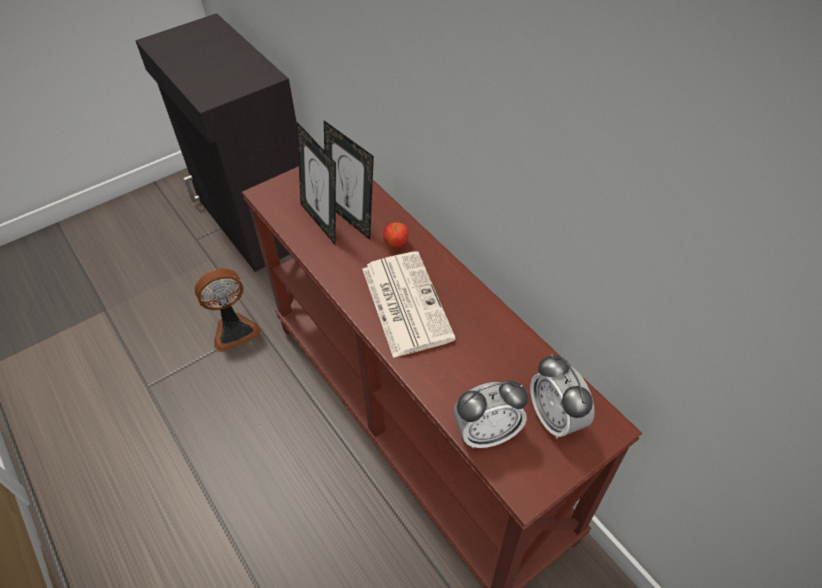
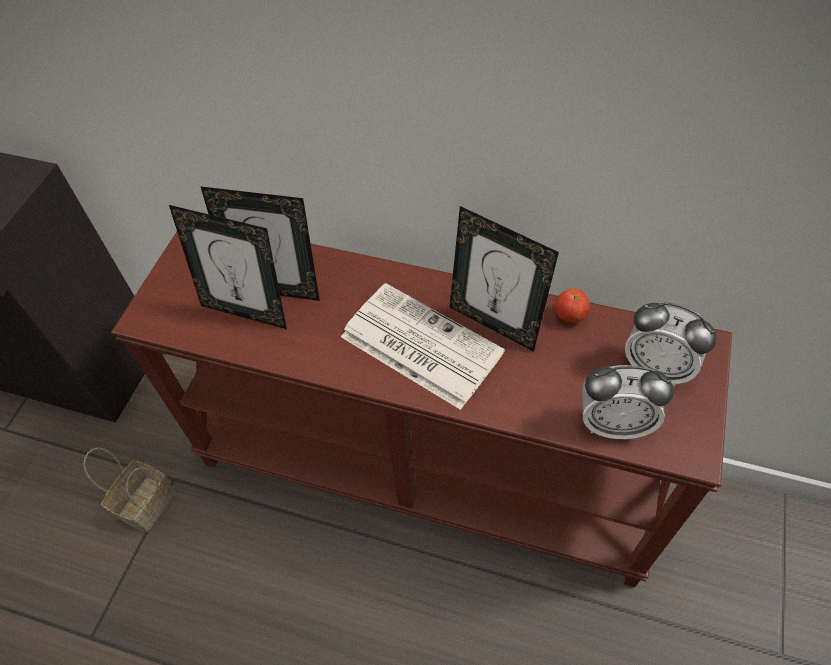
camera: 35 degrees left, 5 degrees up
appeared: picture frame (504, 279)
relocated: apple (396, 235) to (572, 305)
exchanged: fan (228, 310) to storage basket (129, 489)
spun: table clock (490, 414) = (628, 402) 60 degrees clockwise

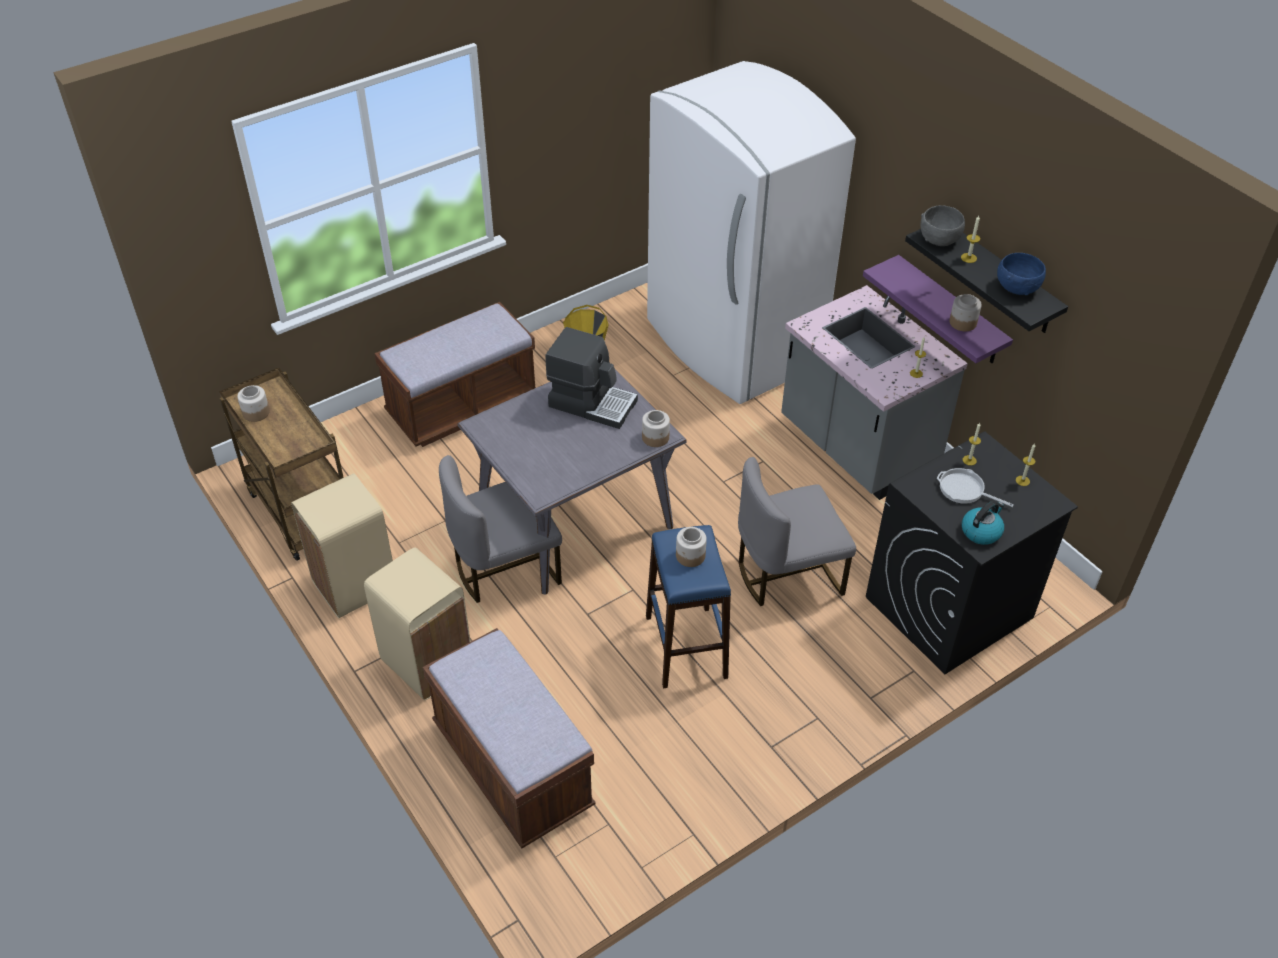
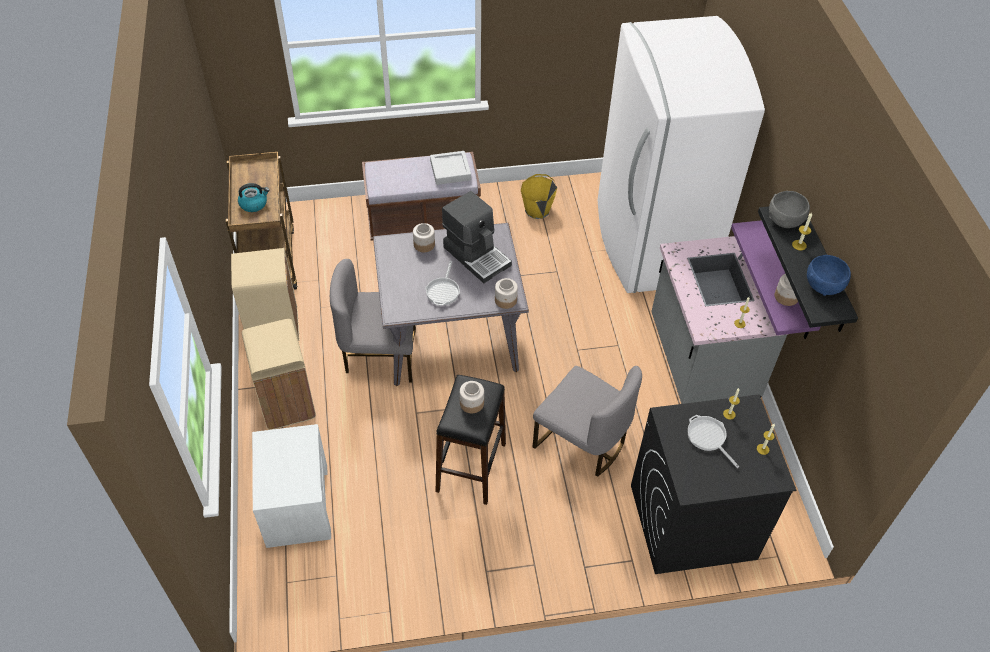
camera: 25 degrees right, 5 degrees up
appeared: frying pan (442, 283); carrying tray in gray (450, 168)
relocated: kettle (983, 523) to (253, 197); jar (253, 403) to (424, 237)
exchanged: long seat in brown (509, 738) to bedside table in white-coloured (291, 486)
colour: stool in blue-coloured (688, 606) to stool in black (471, 440)
spun: chair in gray (797, 531) = (587, 421) 150 degrees counterclockwise

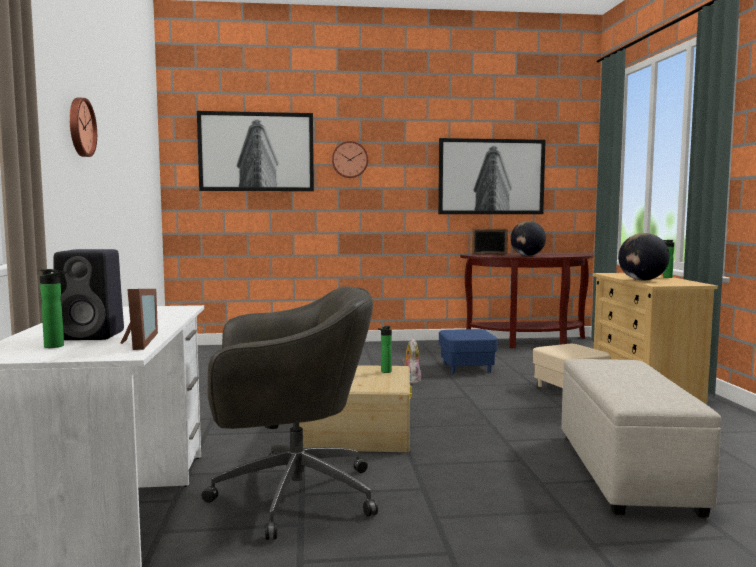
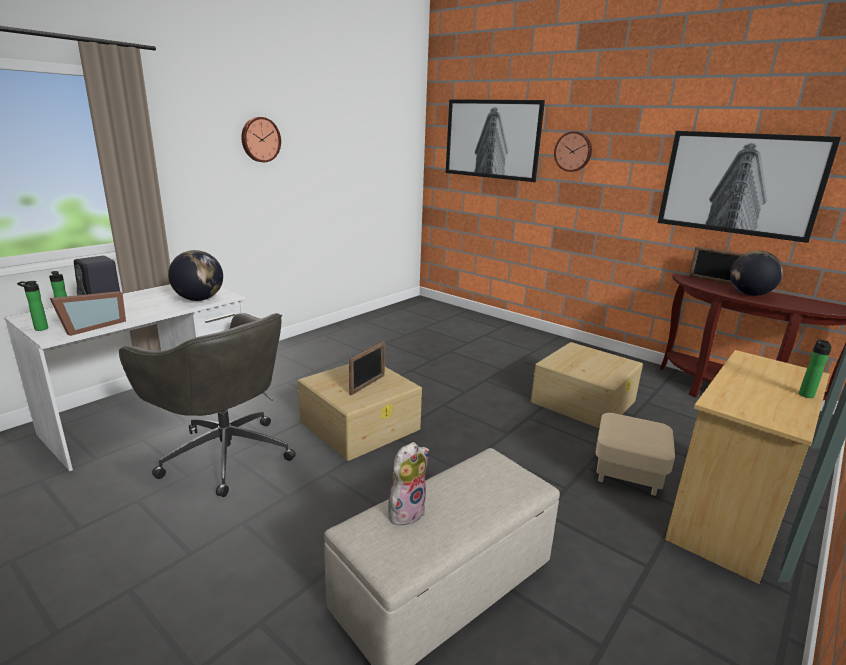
camera: 45 degrees right, 15 degrees up
appeared: picture frame (367, 368)
relocated: beverage bottle (385, 349) to (32, 306); desk globe (644, 257) to (195, 275); soft toy (412, 361) to (408, 483)
exchanged: ottoman in blue-coloured (468, 351) to storage container in beige-coloured (587, 385)

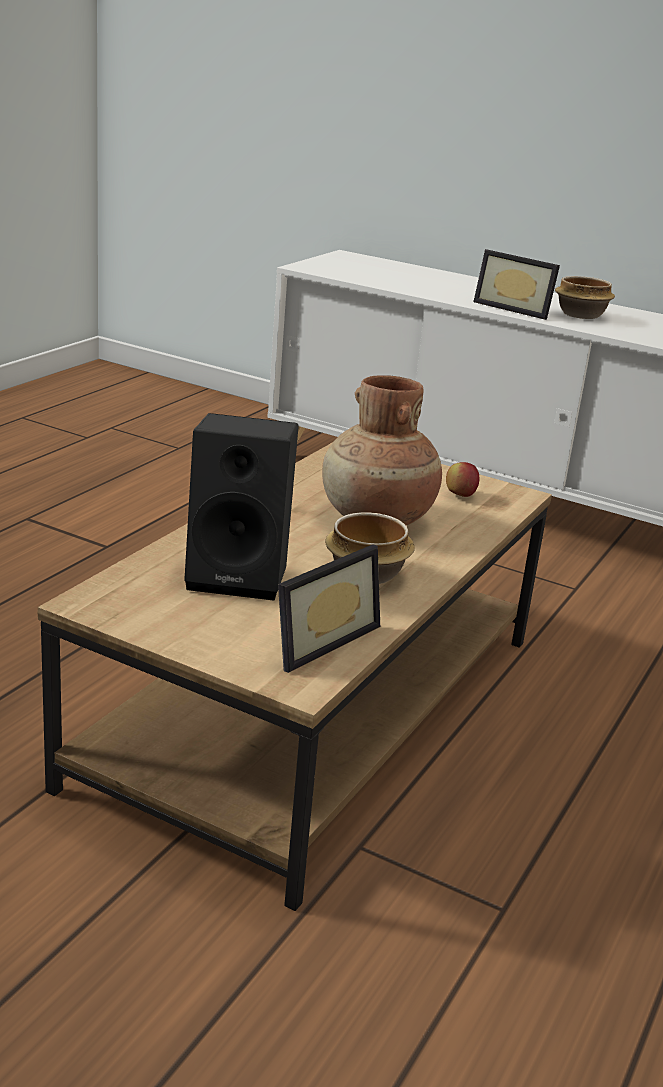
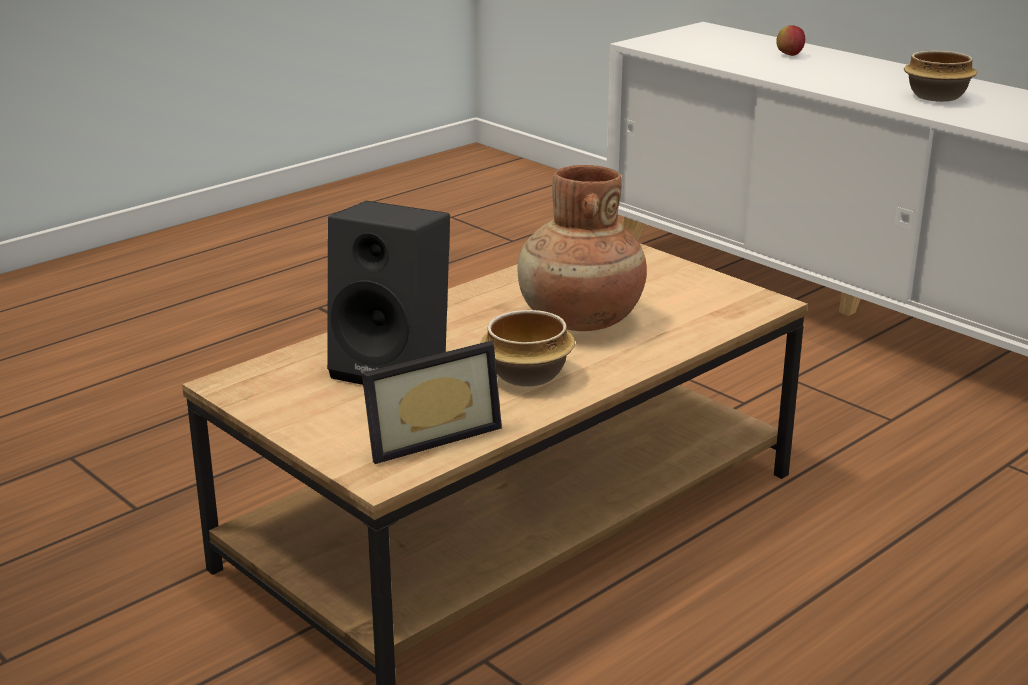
camera: 20 degrees right, 0 degrees up
missing: picture frame (516, 284)
relocated: apple (463, 479) to (790, 40)

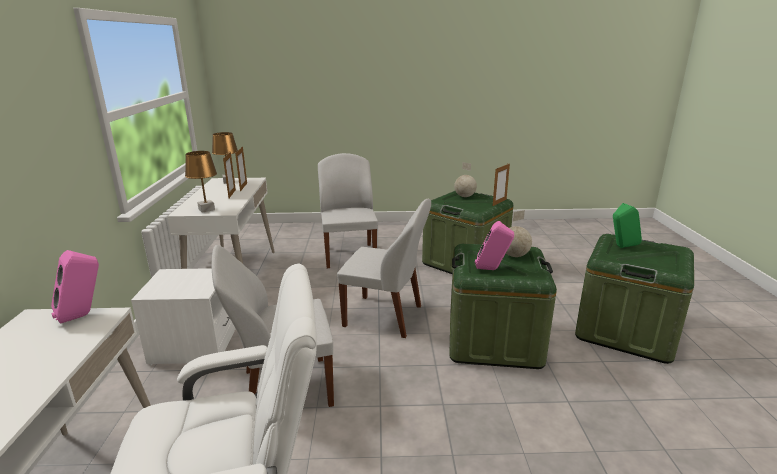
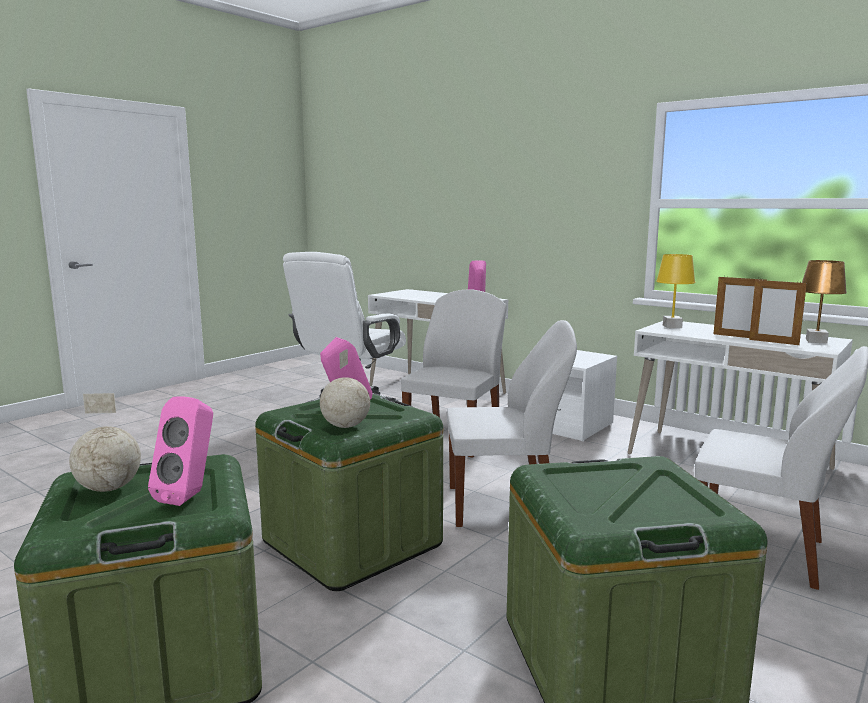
camera: 130 degrees right, 10 degrees down
missing: picture frame (501, 185)
relocated: desk globe (465, 179) to (105, 442)
colour: loudspeaker in green-coloured (627, 225) to loudspeaker in pink (180, 451); tabletop lamp in brown (201, 182) to tabletop lamp in yellow-coloured (676, 291)
spun: chair in white-coloured (384, 268) = (512, 423) 150 degrees counterclockwise

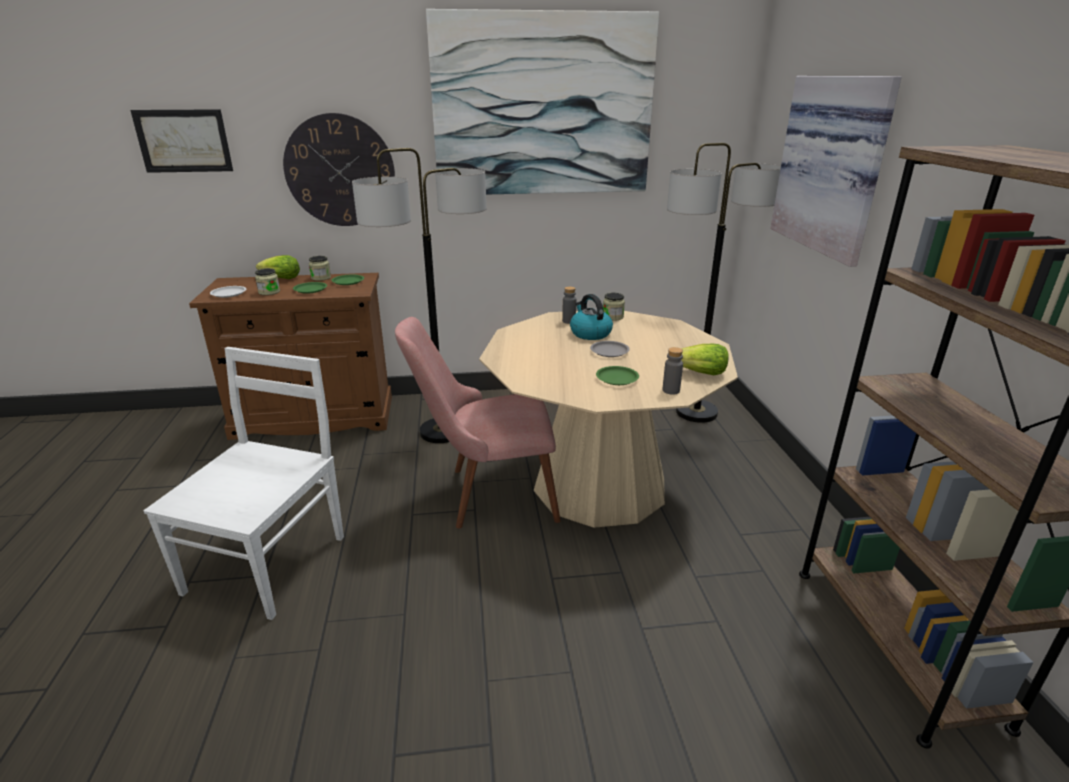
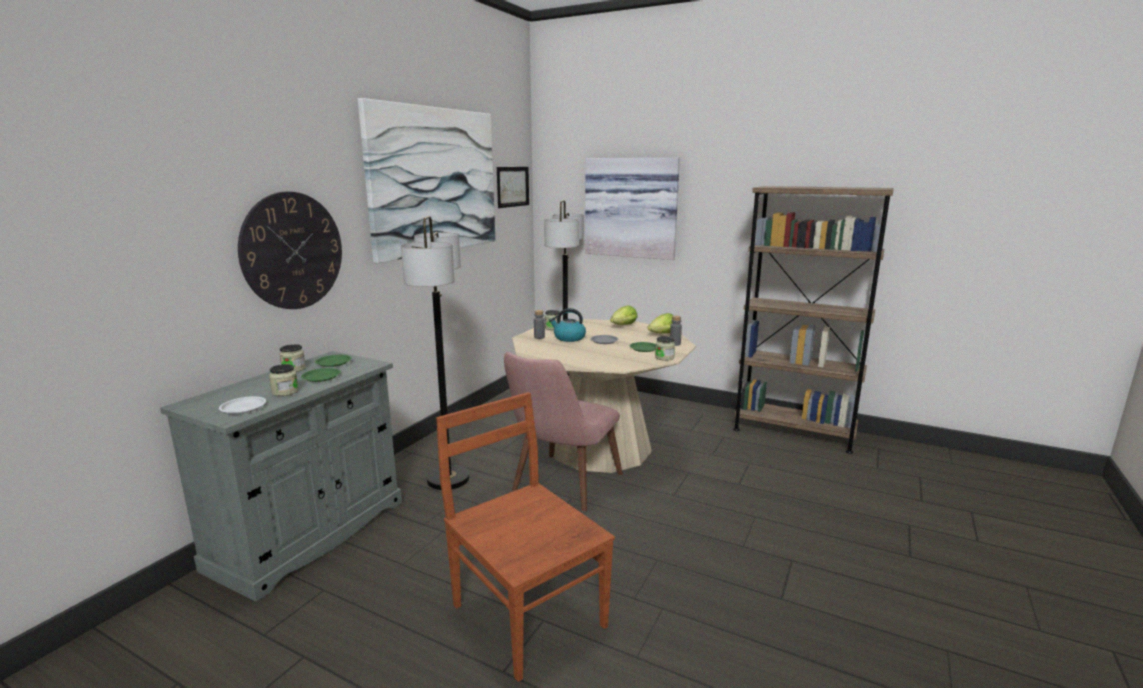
camera: 55 degrees left, 10 degrees down
appeared: jar (665, 348)
relocated: picture (181, 141) to (513, 187); lettuce (278, 267) to (624, 315)
colour: cupboard in brown (290, 356) to cupboard in gray (281, 476); chair in white-coloured (243, 483) to chair in brown (525, 537)

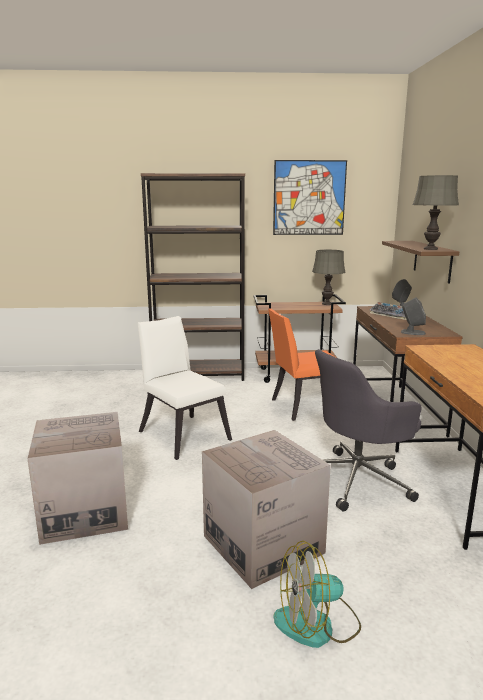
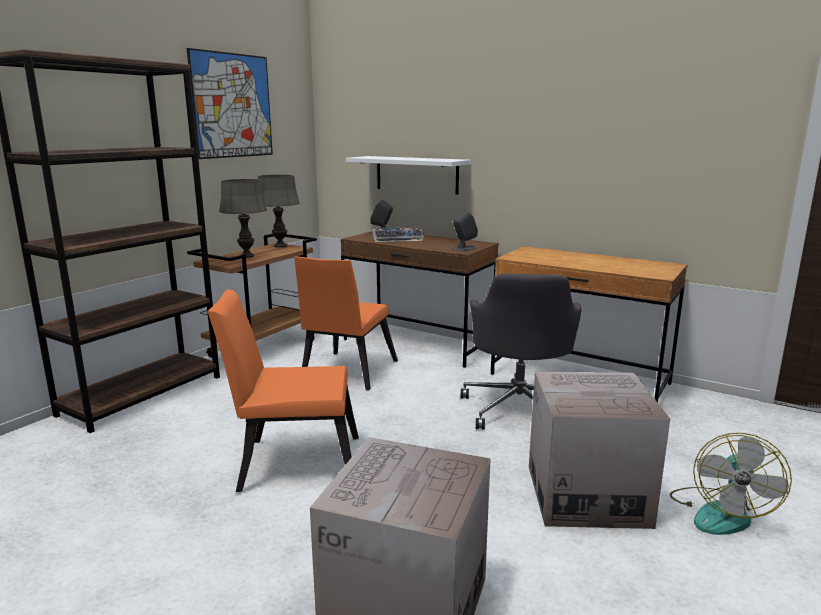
camera: 55 degrees left, 0 degrees up
relocated: tabletop lamp in gray (436, 212) to (243, 218)
colour: chair in white-coloured (185, 388) to chair in orange-coloured (283, 390); wall shelf in brown (420, 262) to wall shelf in white-coloured (408, 175)

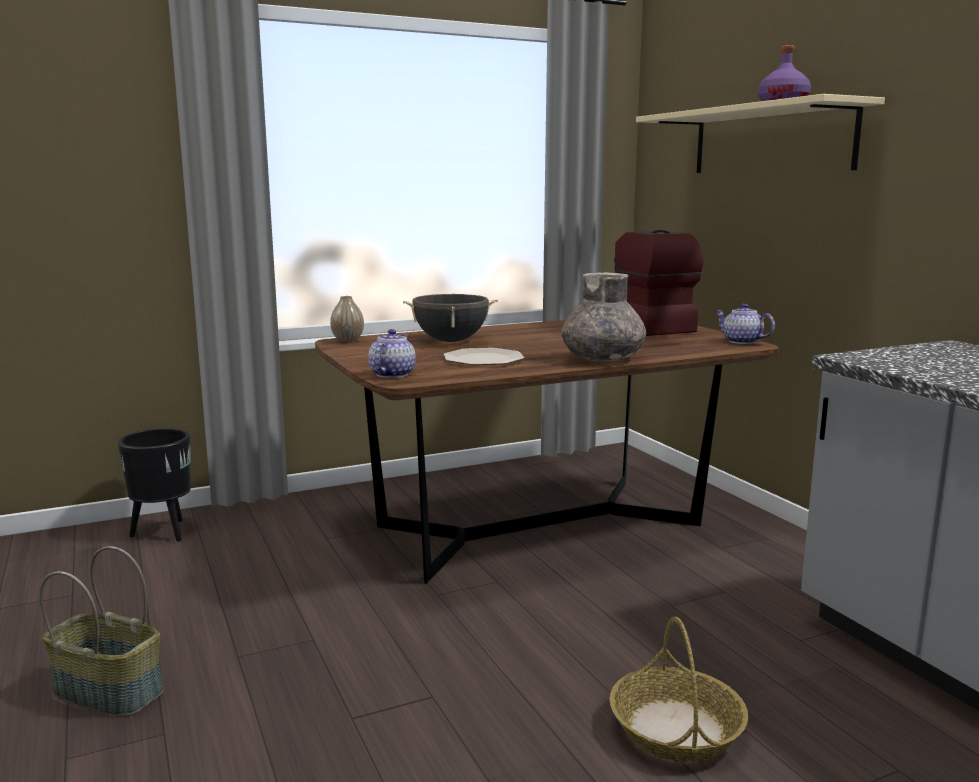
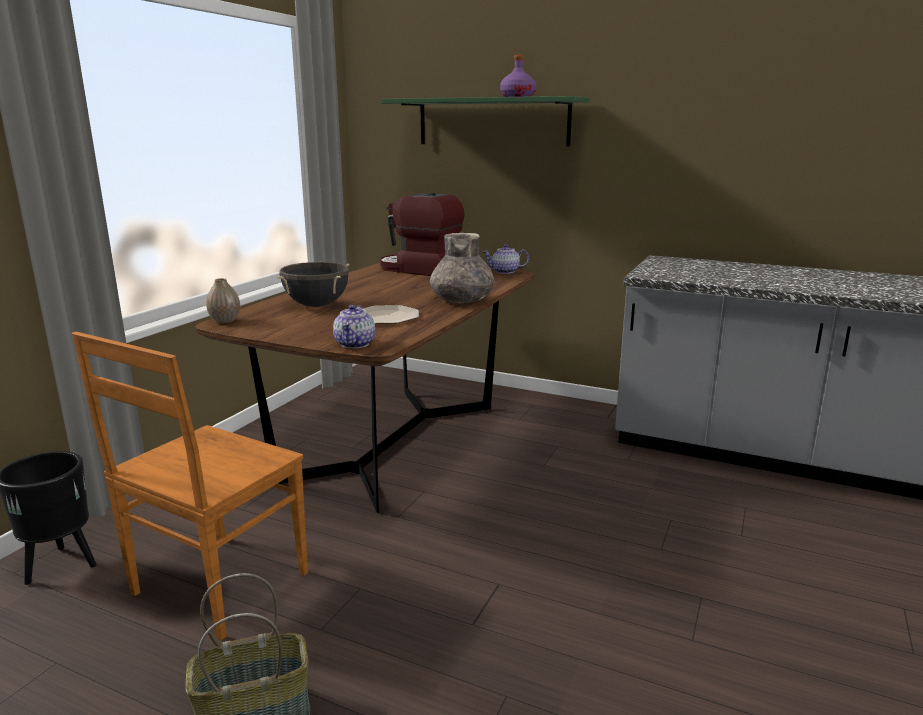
camera: 40 degrees left, 5 degrees up
missing: storage basket (678, 689)
appeared: chair in brown (190, 486)
colour: wall shelf in beige-coloured (760, 133) to wall shelf in green-coloured (485, 121)
spun: tea pot (392, 353) = (354, 326) 150 degrees counterclockwise

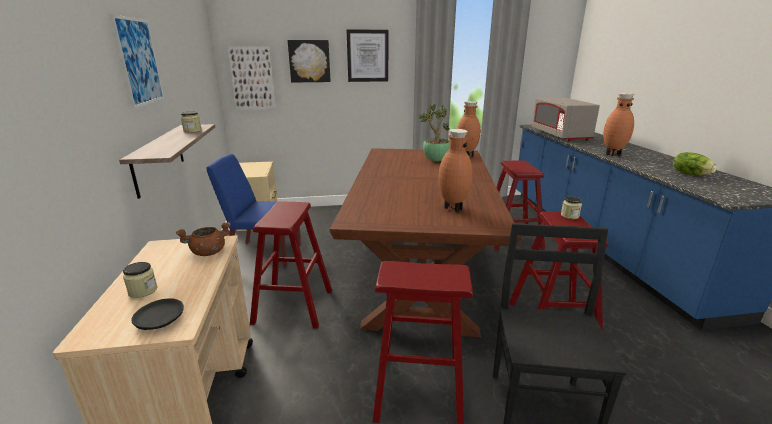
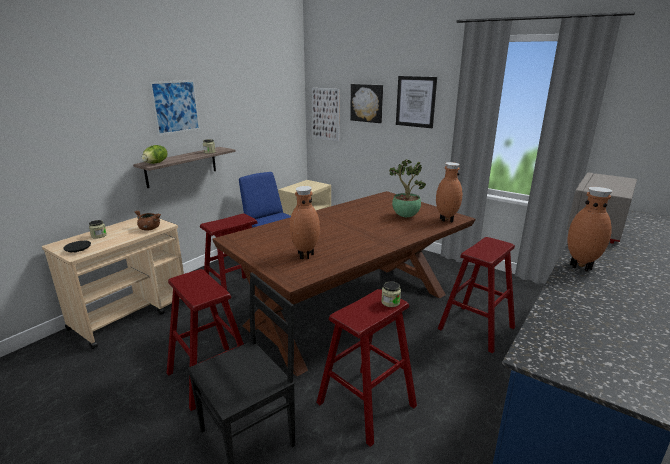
camera: 45 degrees right, 0 degrees up
relocated: lettuce (695, 163) to (154, 154)

